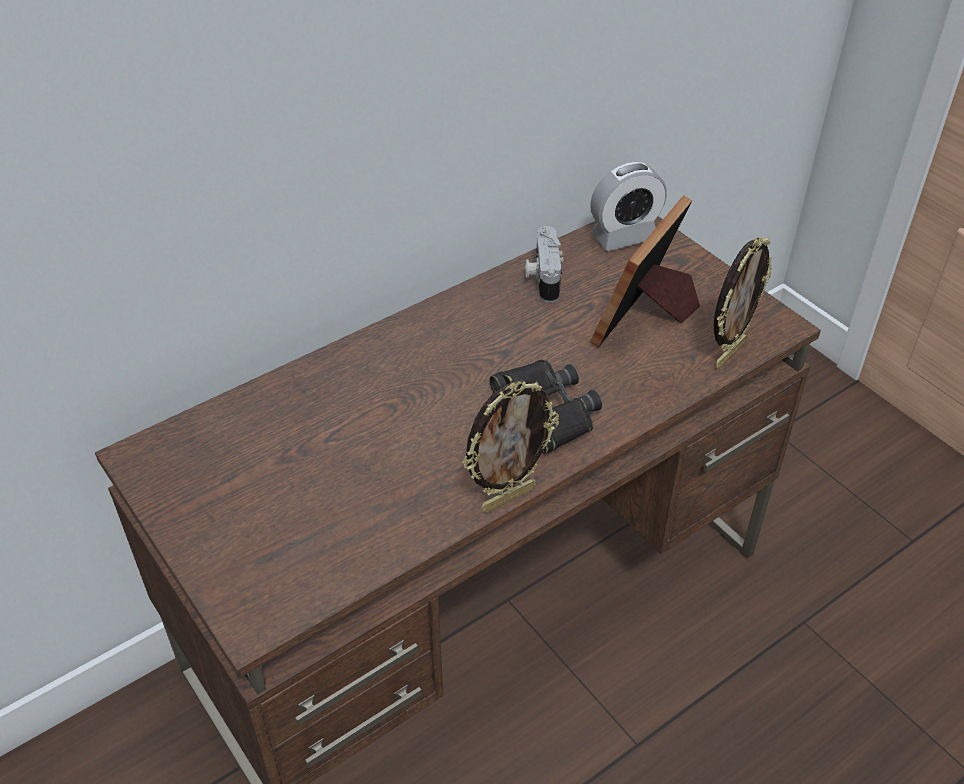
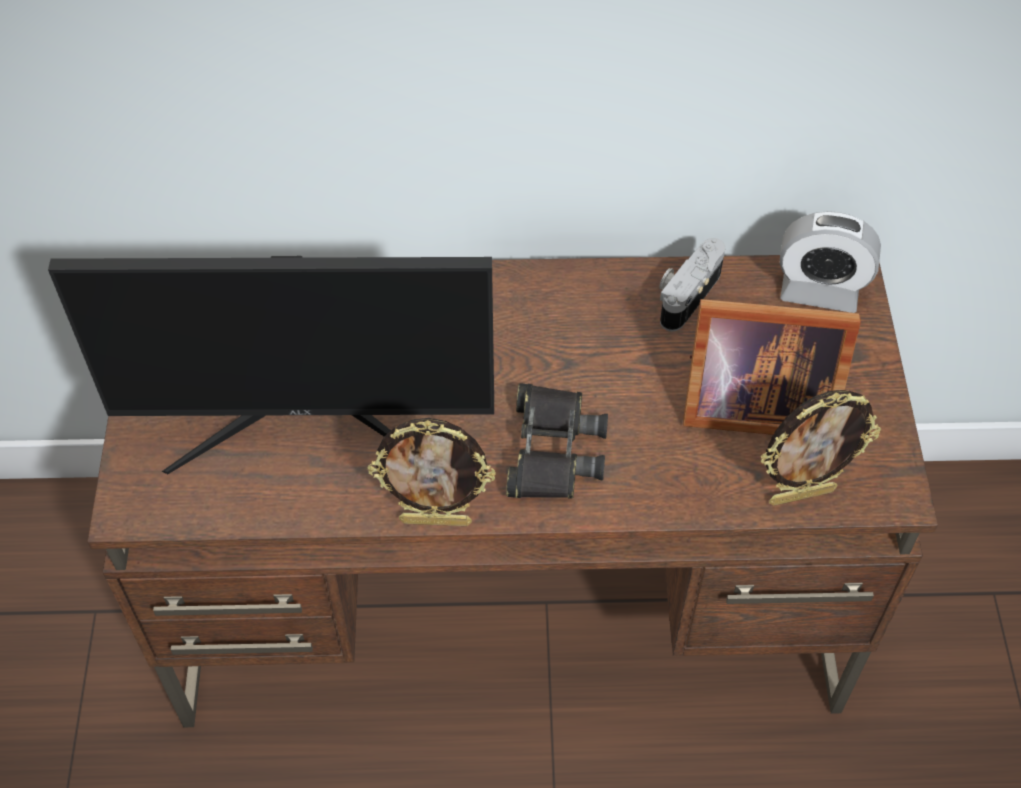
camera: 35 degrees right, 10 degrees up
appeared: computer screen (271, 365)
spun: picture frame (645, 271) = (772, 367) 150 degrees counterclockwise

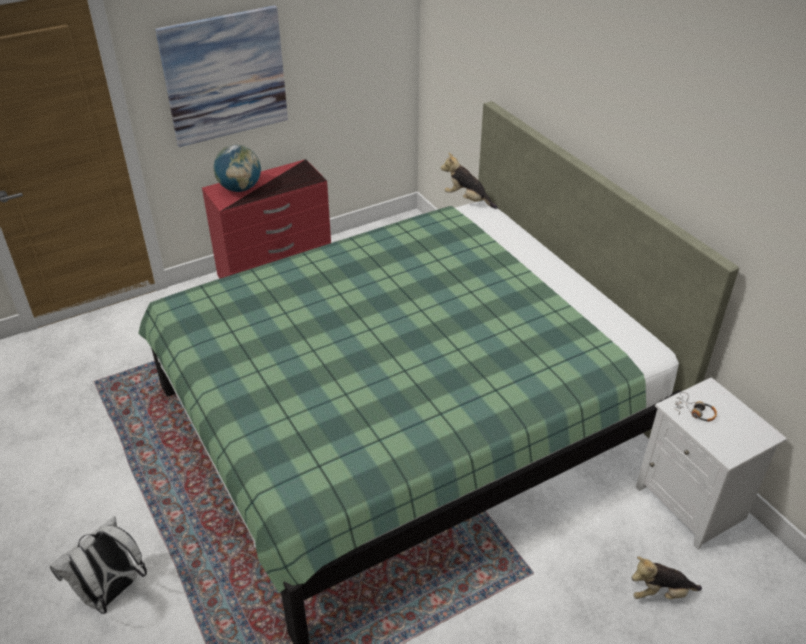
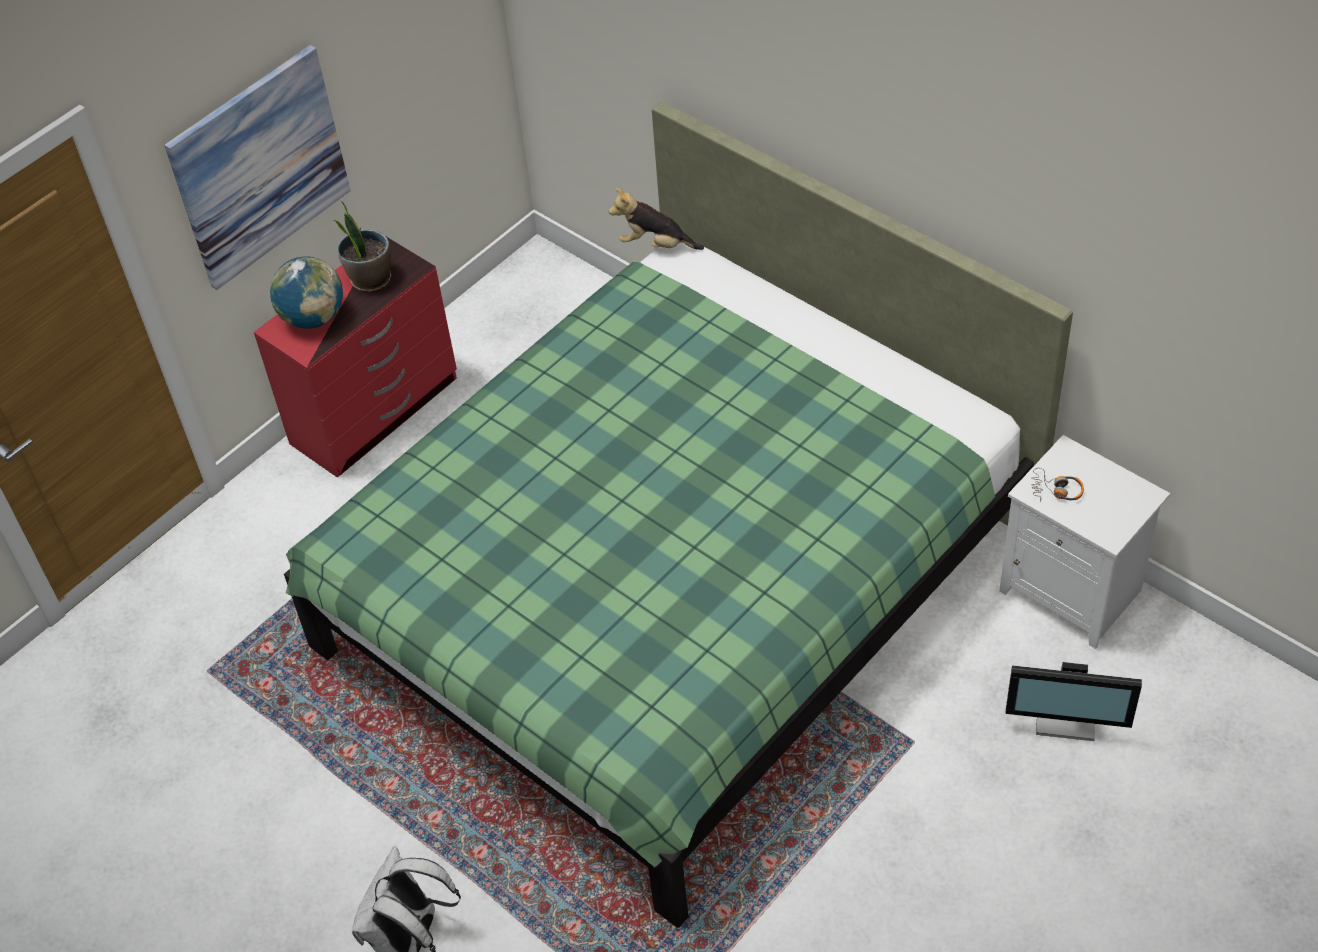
camera: 15 degrees left, 10 degrees up
appeared: potted plant (362, 246)
exchanged: soft toy (666, 577) to computer screen (1074, 701)

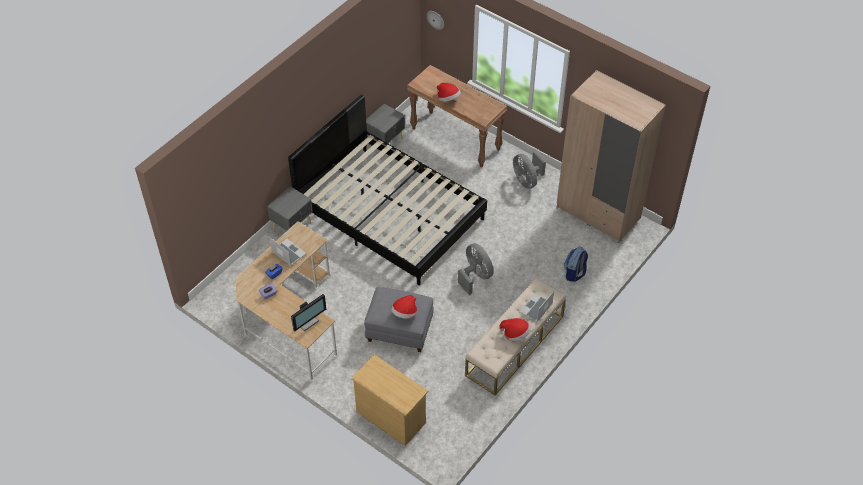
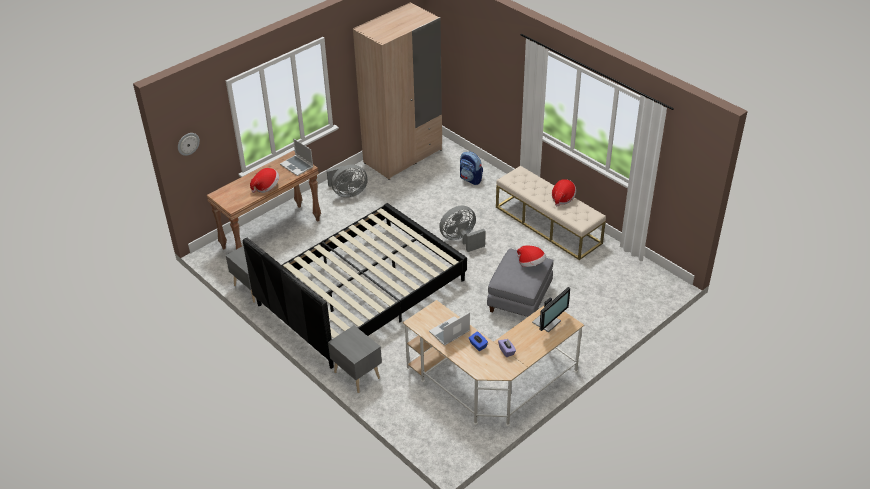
camera: 80 degrees left, 10 degrees down
missing: drawer chest in beige-coloured (389, 400)
relocated: portable computer (536, 307) to (296, 157)
spun: computer screen (308, 312) = (551, 310) 75 degrees clockwise

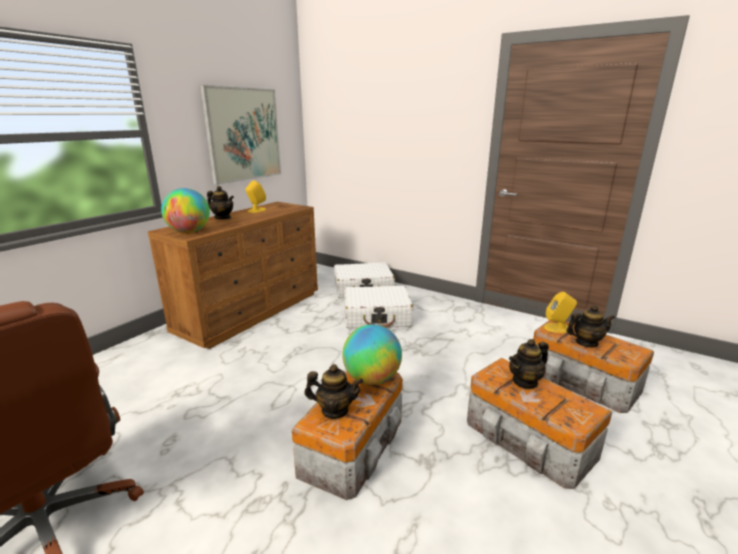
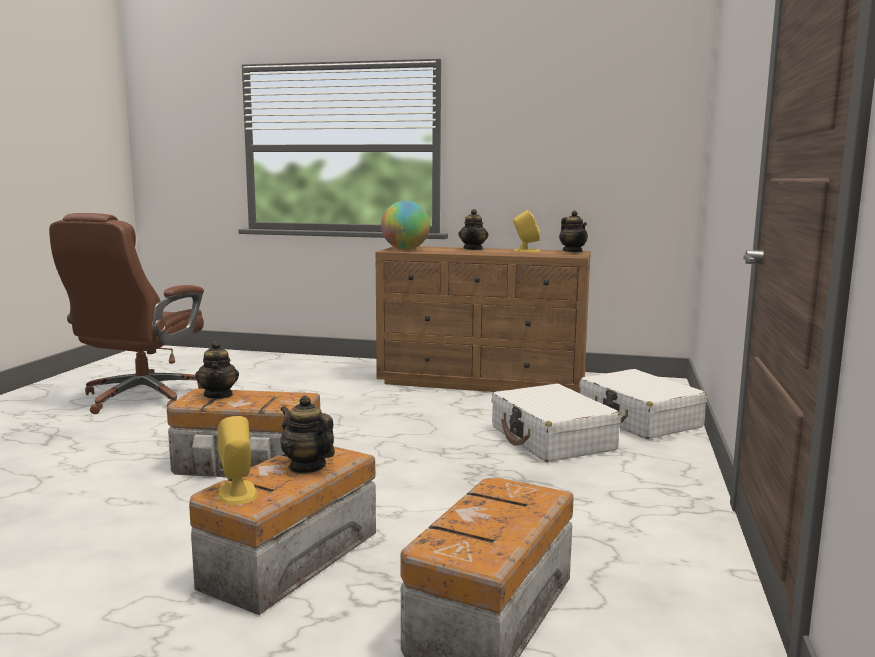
camera: 70 degrees right, 10 degrees down
missing: picture (240, 135); desk globe (372, 354)
relocated: loudspeaker in yellow-coloured (560, 312) to (237, 460); tea pot (590, 326) to (573, 231)

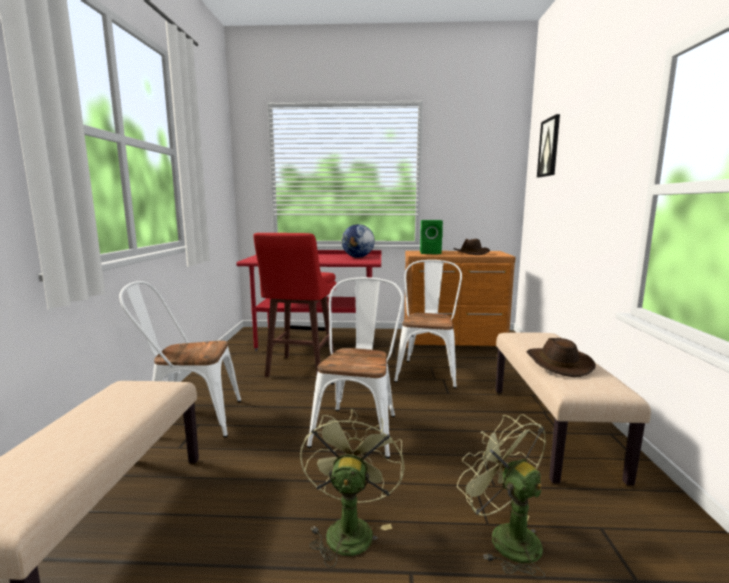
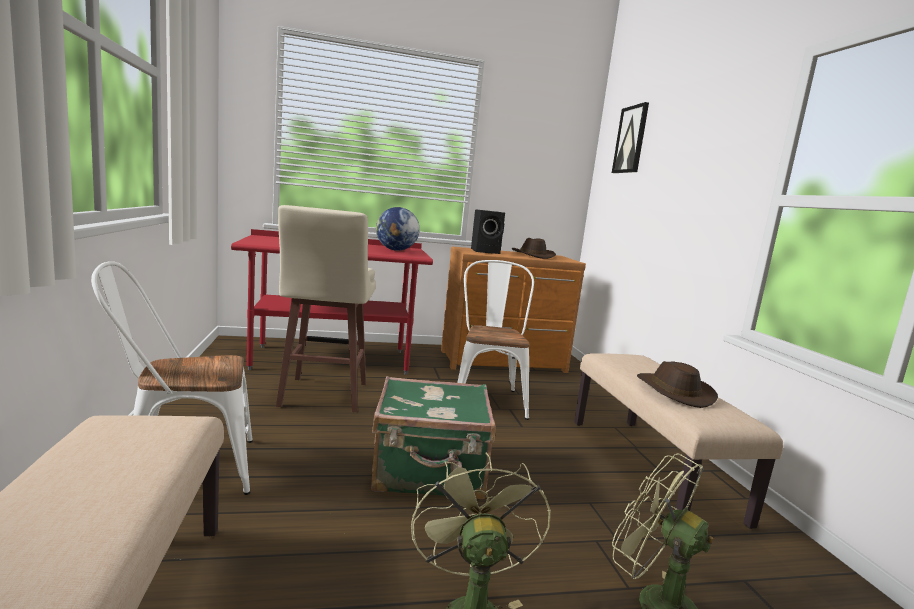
camera: 15 degrees left, 0 degrees up
exchanged: chair in white-coloured (355, 367) to piece of luggage in green-coloured (433, 437)
colour: stool in red-coloured (295, 305) to stool in beige-coloured (326, 308); loudspeaker in green-coloured (431, 237) to loudspeaker in black (488, 231)

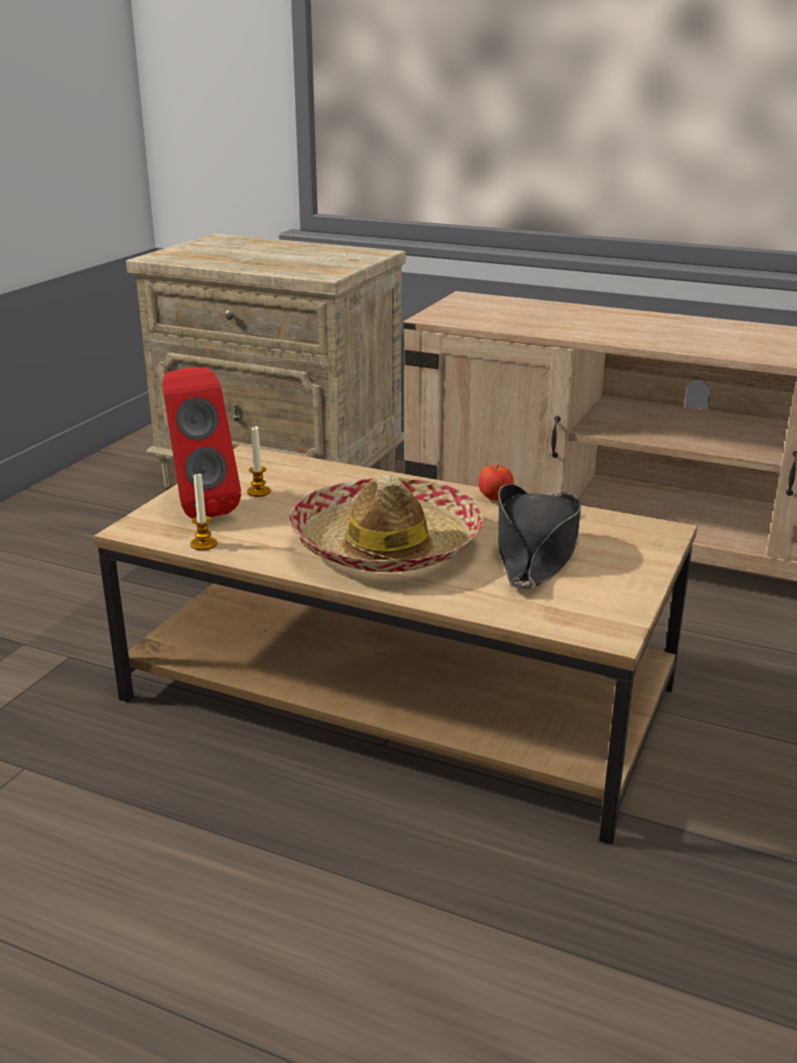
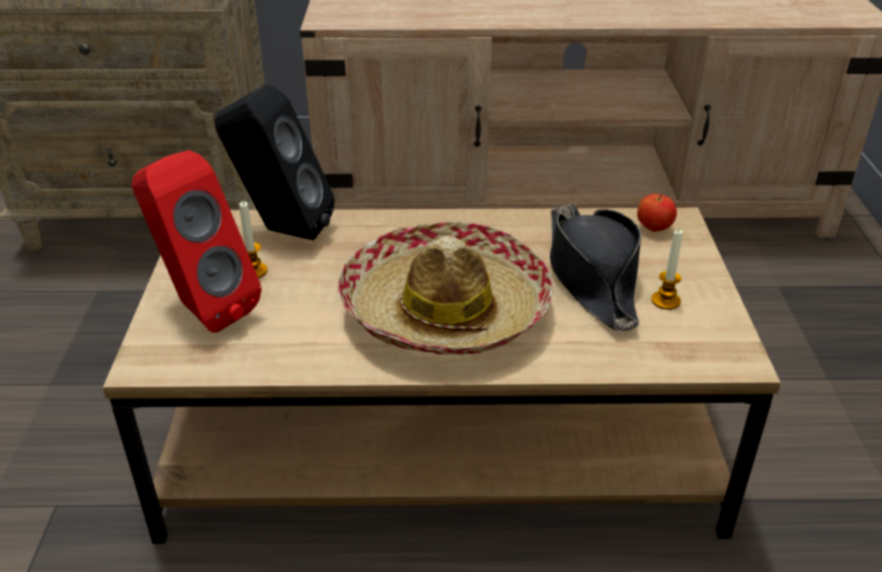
camera: 25 degrees left, 10 degrees up
appeared: loudspeaker in black (274, 163)
relocated: apple (496, 483) to (657, 213); wax light (203, 511) to (667, 270)

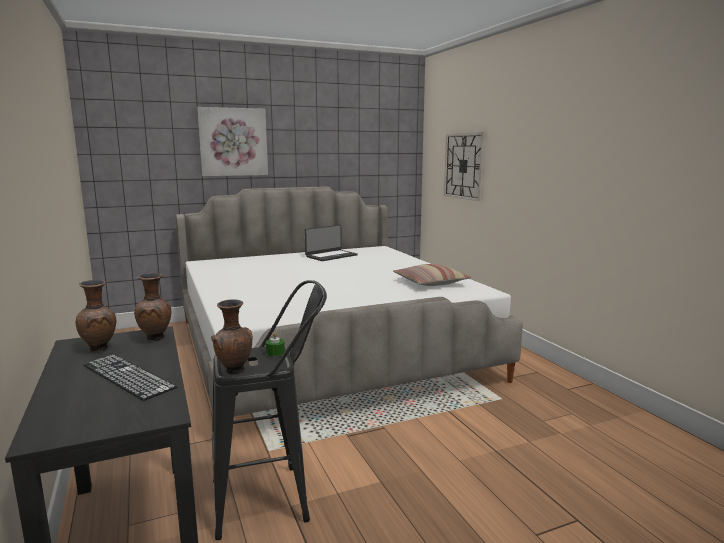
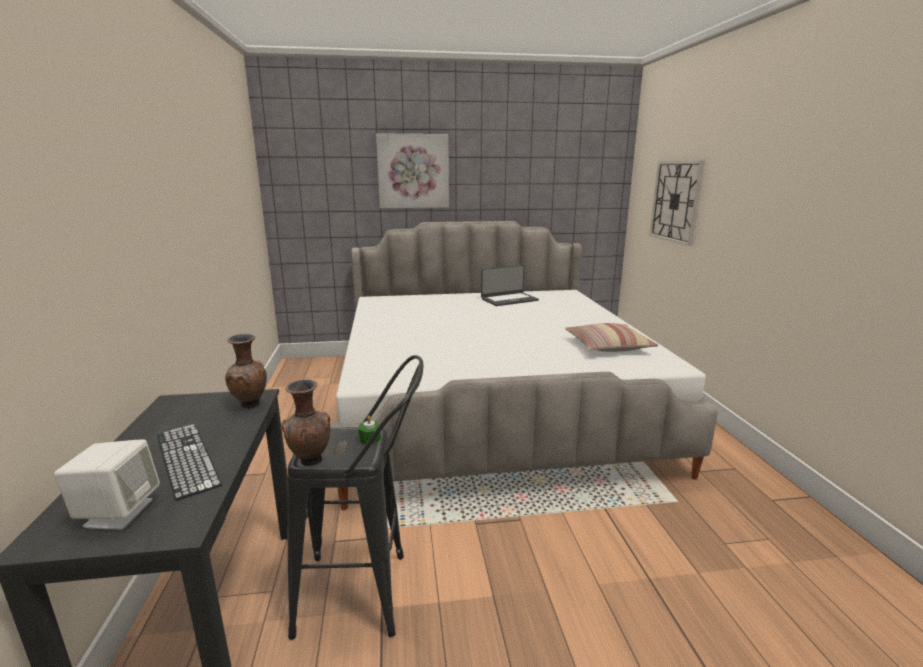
camera: 15 degrees right, 5 degrees up
missing: flower vase in brown (96, 316)
appeared: loudspeaker in white-coloured (107, 484)

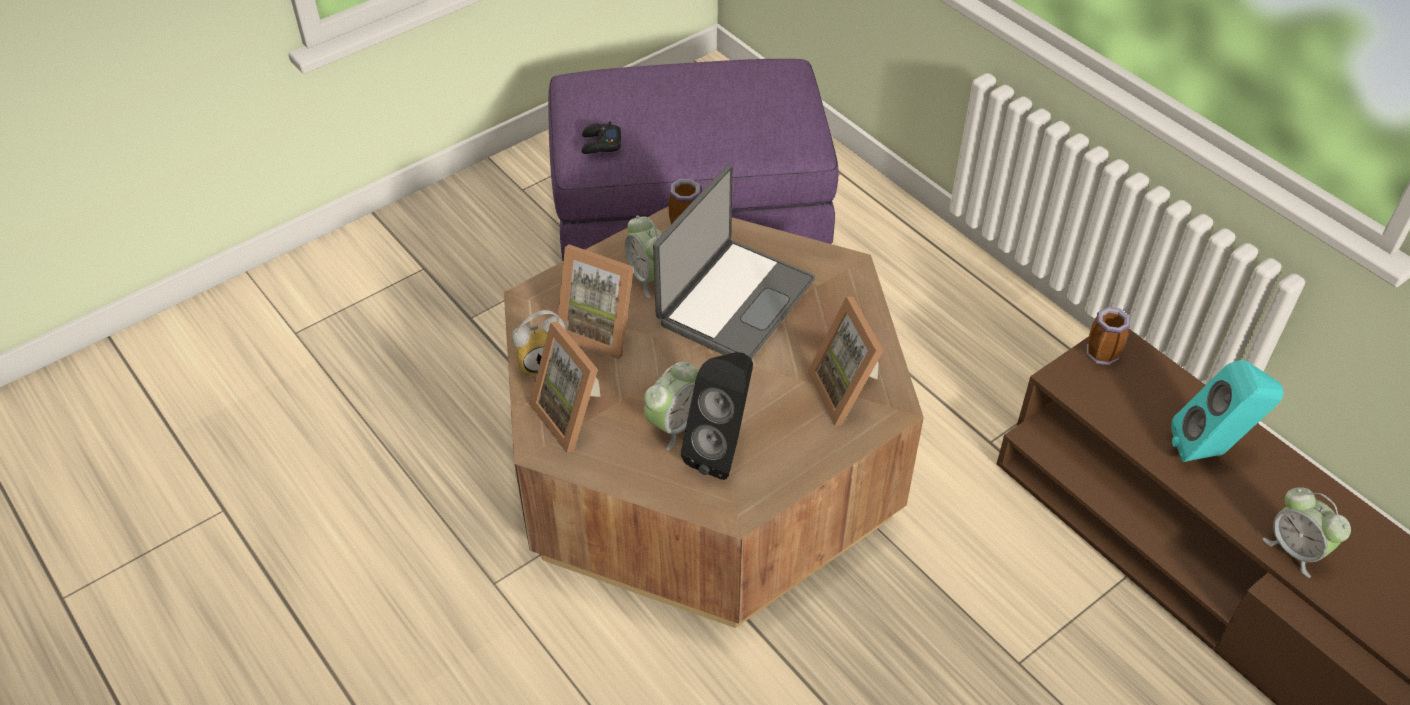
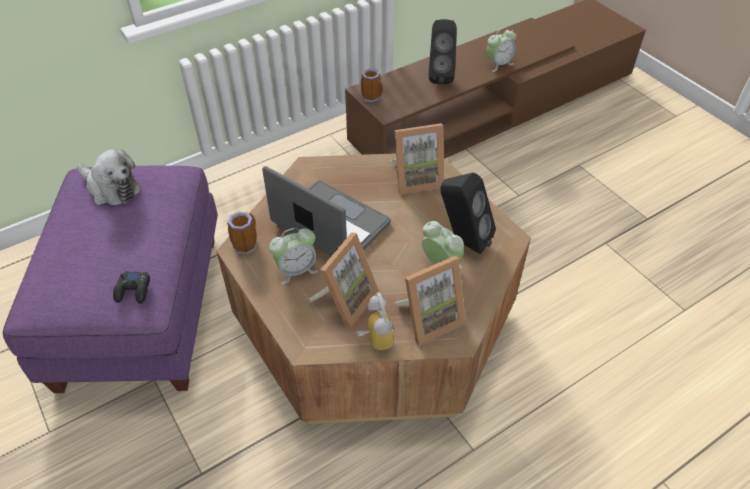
camera: 85 degrees left, 0 degrees up
appeared: soft toy (109, 177)
colour: loudspeaker in turquoise-coloured (1227, 411) to loudspeaker in black (442, 51)

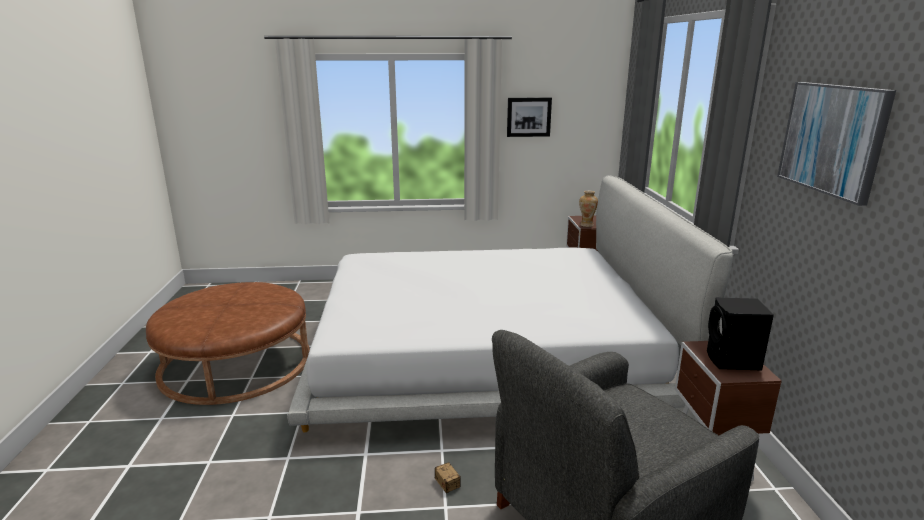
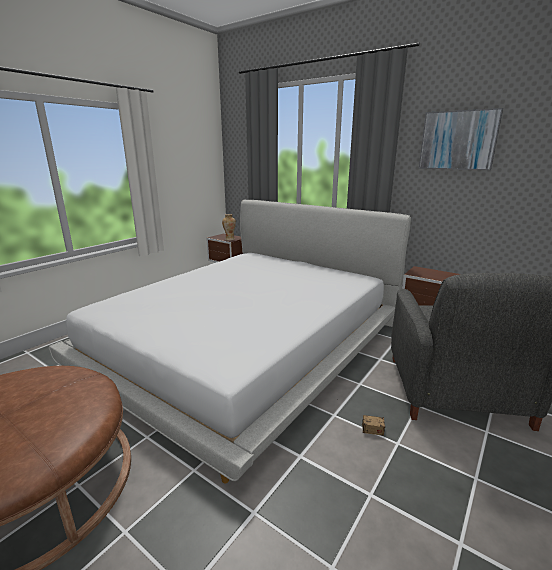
camera: 50 degrees left, 0 degrees up
missing: picture (529, 117); loudspeaker in black (740, 334)

